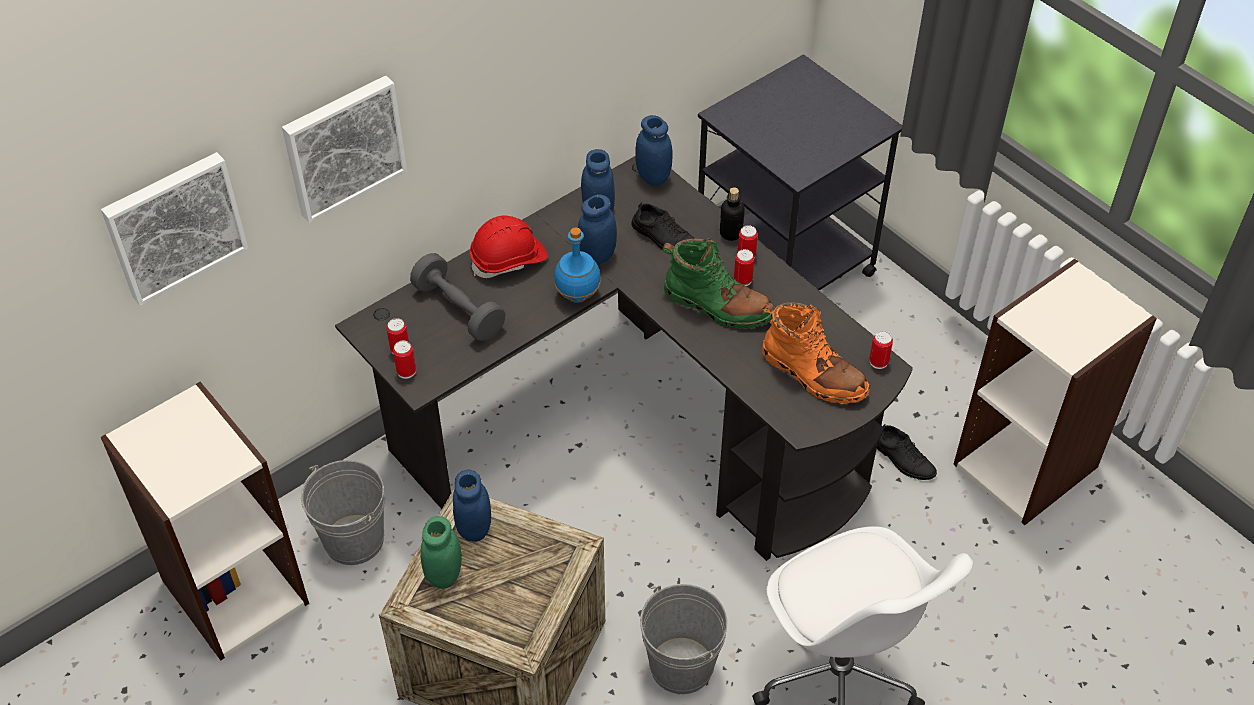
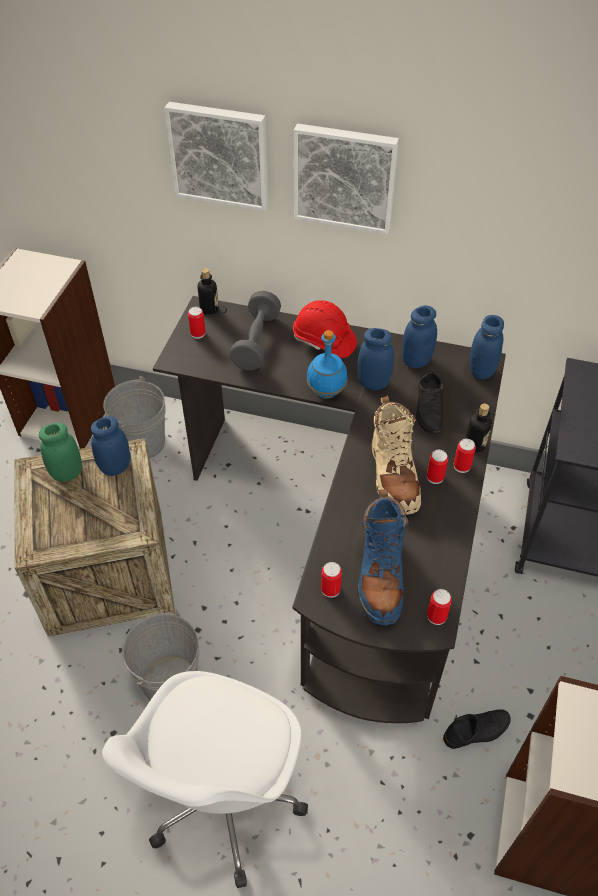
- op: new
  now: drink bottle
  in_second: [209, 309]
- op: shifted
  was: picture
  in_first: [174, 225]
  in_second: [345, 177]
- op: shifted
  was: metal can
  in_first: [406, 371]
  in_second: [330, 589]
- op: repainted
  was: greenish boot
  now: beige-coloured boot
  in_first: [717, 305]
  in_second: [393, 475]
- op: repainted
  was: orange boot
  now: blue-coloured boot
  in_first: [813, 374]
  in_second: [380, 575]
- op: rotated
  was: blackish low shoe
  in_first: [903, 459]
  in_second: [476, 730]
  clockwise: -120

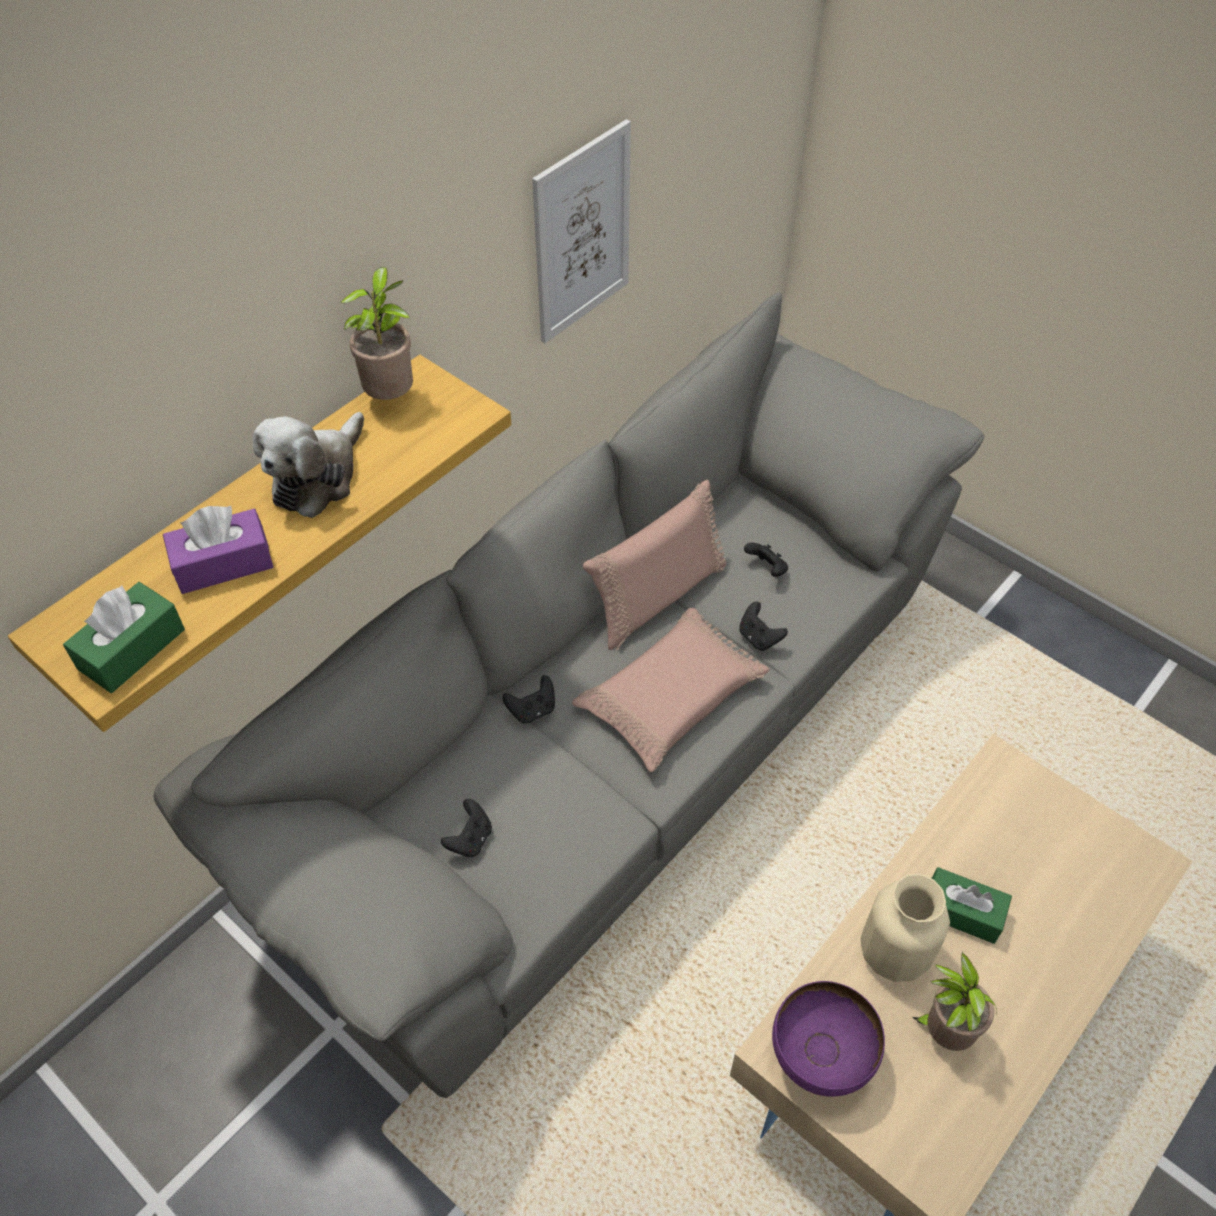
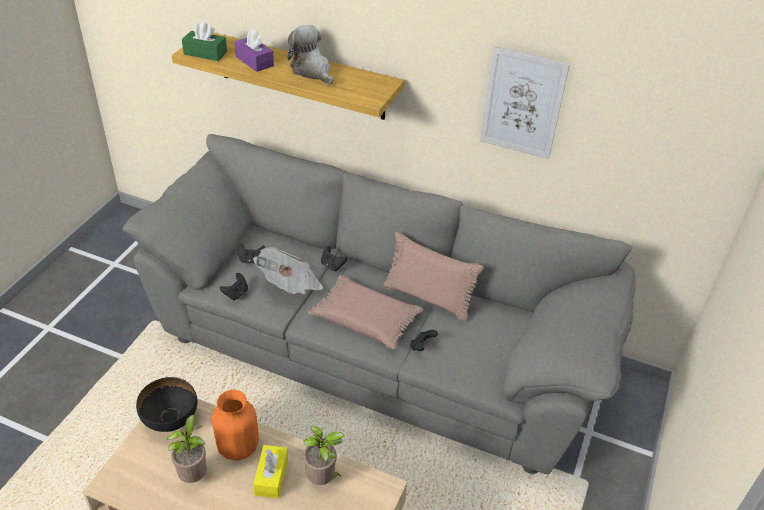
- op: new
  now: printed paper
  in_second: [290, 284]
- op: shifted
  was: plant in a pot
  in_first: [392, 397]
  in_second: [322, 479]
- op: shifted
  was: blackish joypad
  in_first: [767, 569]
  in_second: [236, 294]
- op: repainted
  was: purplish serving bowl
  now: blackish serving bowl
  in_first: [820, 1057]
  in_second: [170, 421]
- op: repainted
  was: beige-coloured vase
  now: orange vase
  in_first: [894, 952]
  in_second: [238, 446]
- op: repainted
  was: greenish tissue box
  now: yellowish tissue box
  in_first: [962, 912]
  in_second: [271, 476]
- op: rotated
  was: plush toy
  in_first: [318, 477]
  in_second: [312, 71]
  clockwise: 45

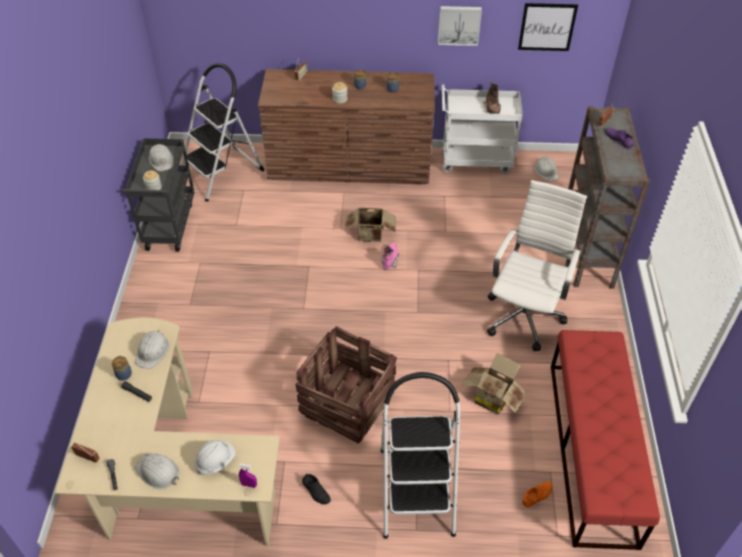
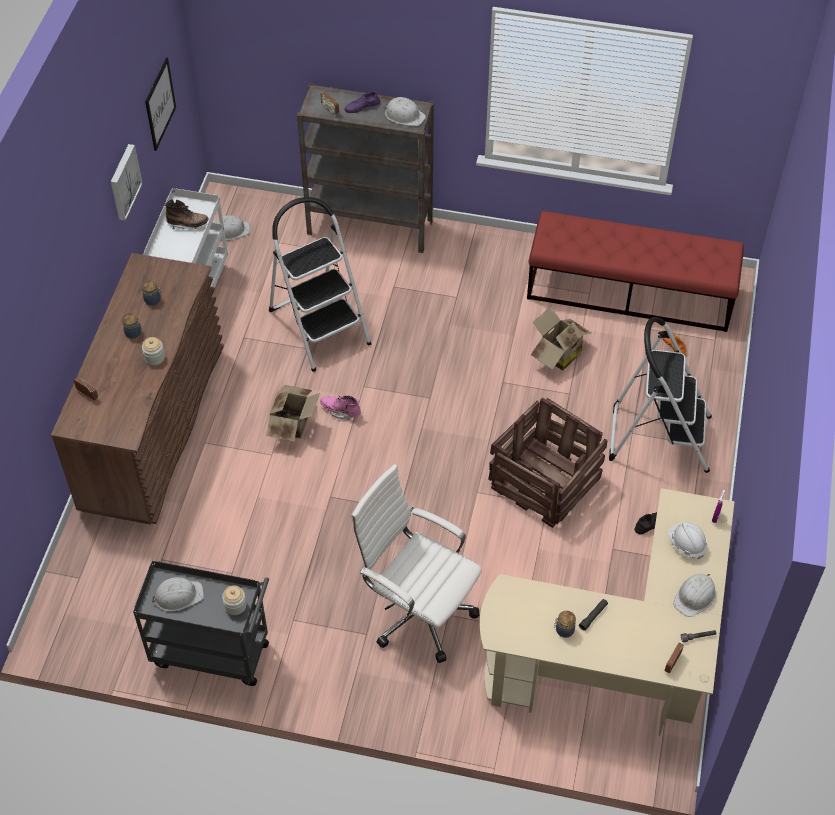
- op: shifted
  was: white hard hat
  in_first: [152, 351]
  in_second: [404, 115]
- op: shifted
  was: stepladder
  in_first: [224, 173]
  in_second: [318, 325]
- op: shifted
  was: white office chair
  in_first: [524, 315]
  in_second: [417, 612]

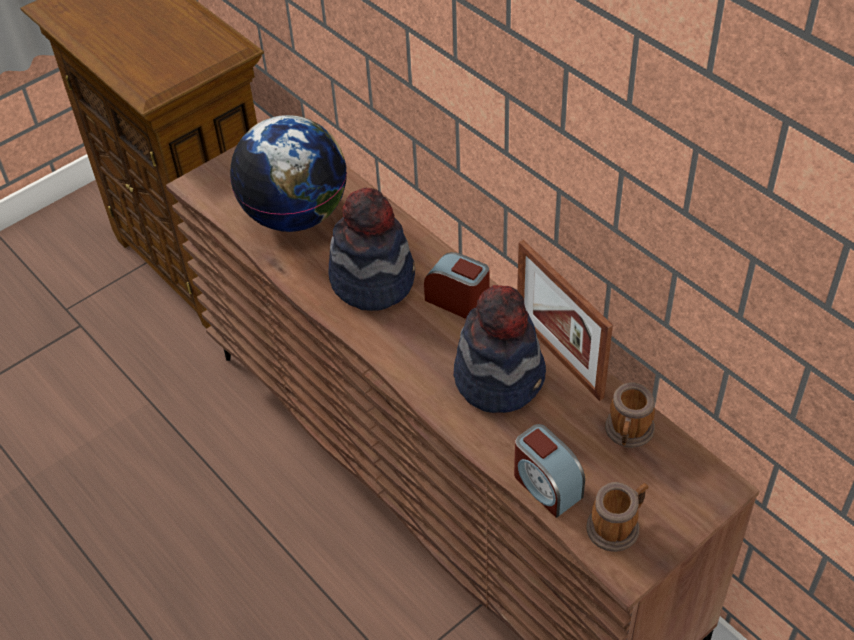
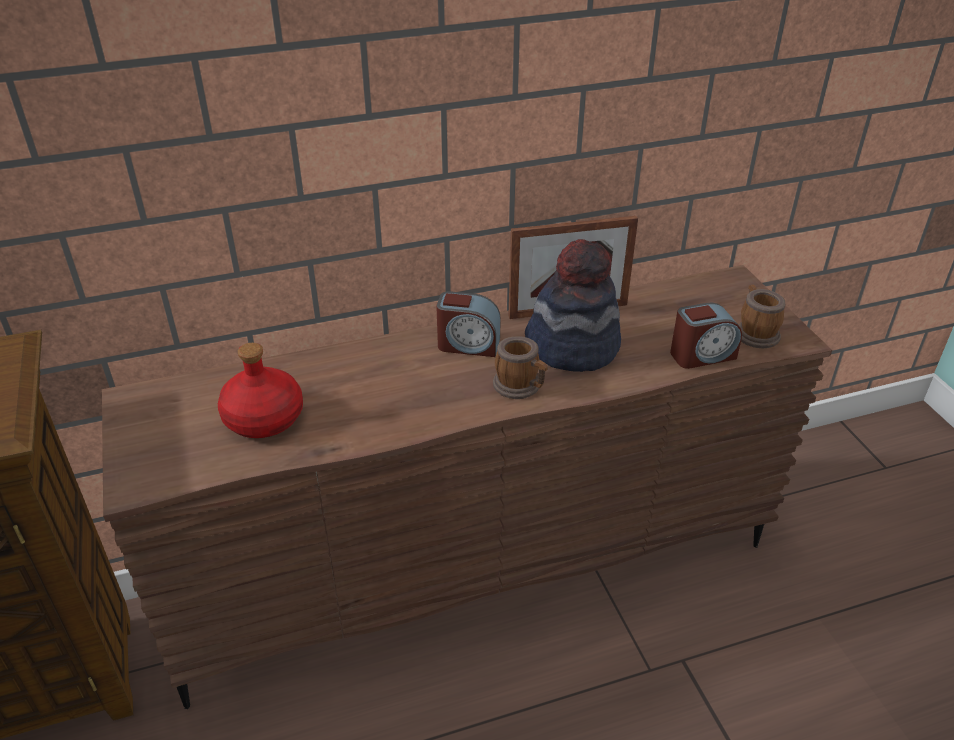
- op: gone
  was: hat
  in_first: [373, 279]
- op: shifted
  was: coffee mug
  in_first: [628, 433]
  in_second: [521, 387]
- op: swapped
  was: world globe
  now: red drink bottle
  in_first: [296, 215]
  in_second: [263, 417]
- op: rotated
  was: table clock
  in_first: [458, 301]
  in_second: [468, 344]
  clockwise: -135

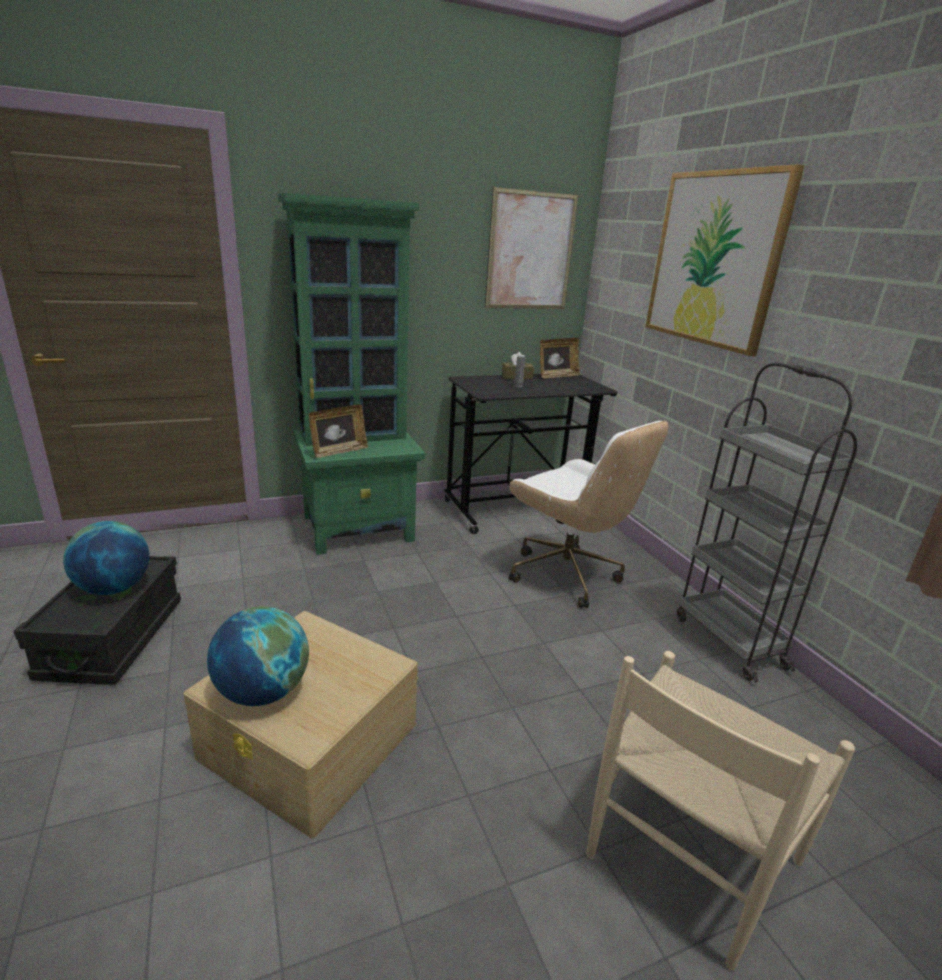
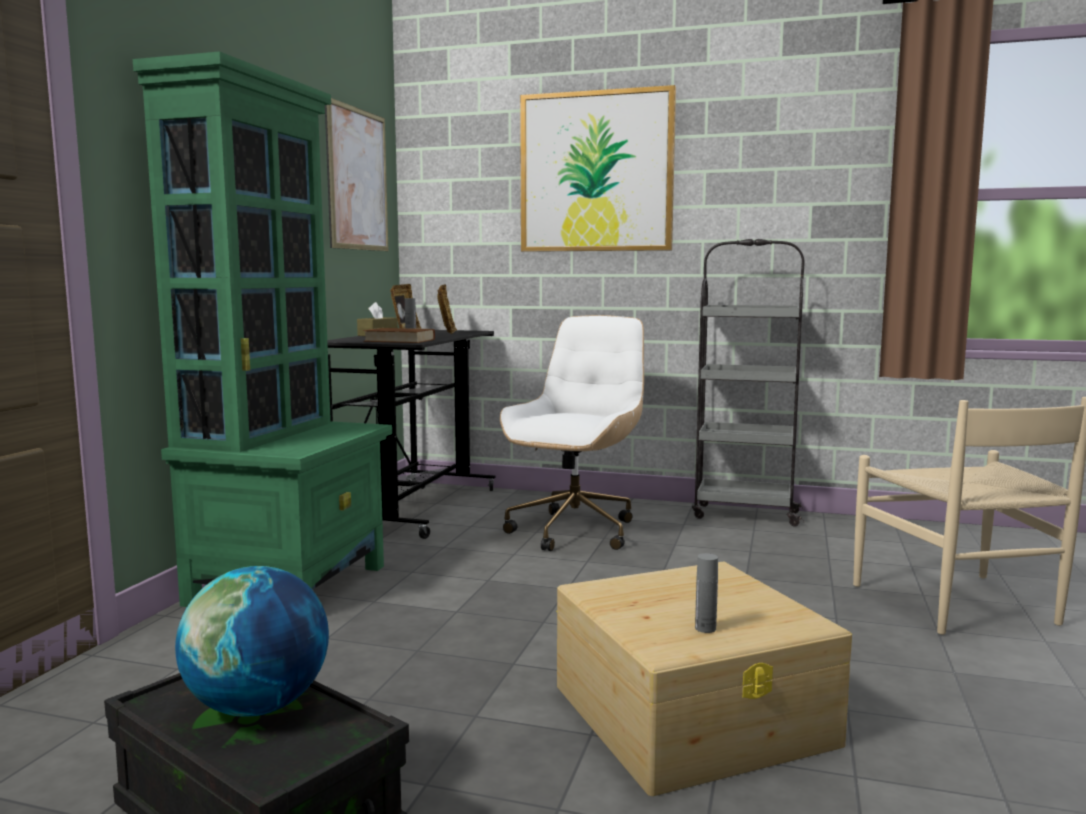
- op: new
  now: brownish bound book
  in_second: [399, 340]
- op: shifted
  was: picture frame
  in_first: [338, 451]
  in_second: [447, 333]
- op: swapped
  was: world globe
  now: greyish drink bottle
  in_first: [263, 692]
  in_second: [705, 628]
- op: rotated
  was: white office chair
  in_first: [567, 578]
  in_second: [576, 530]
  clockwise: -60

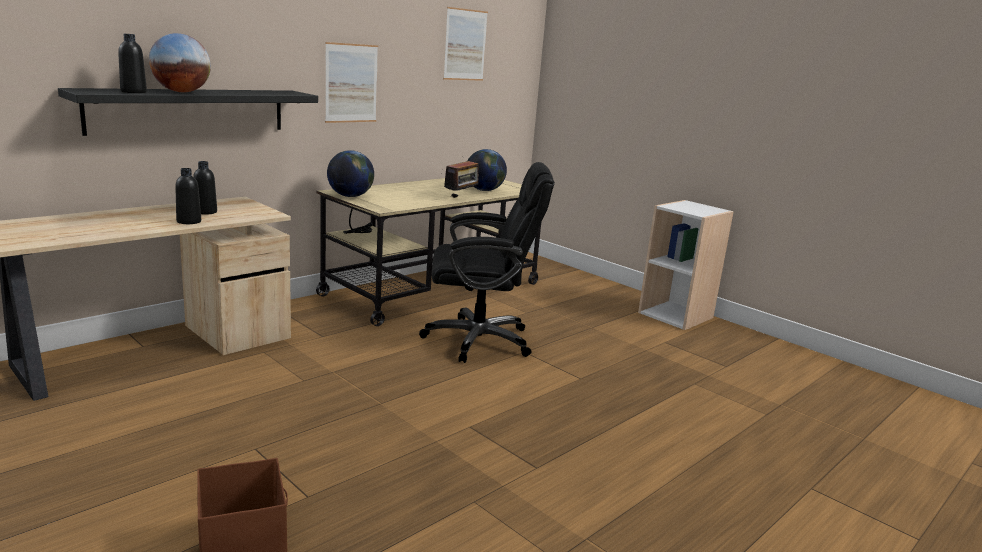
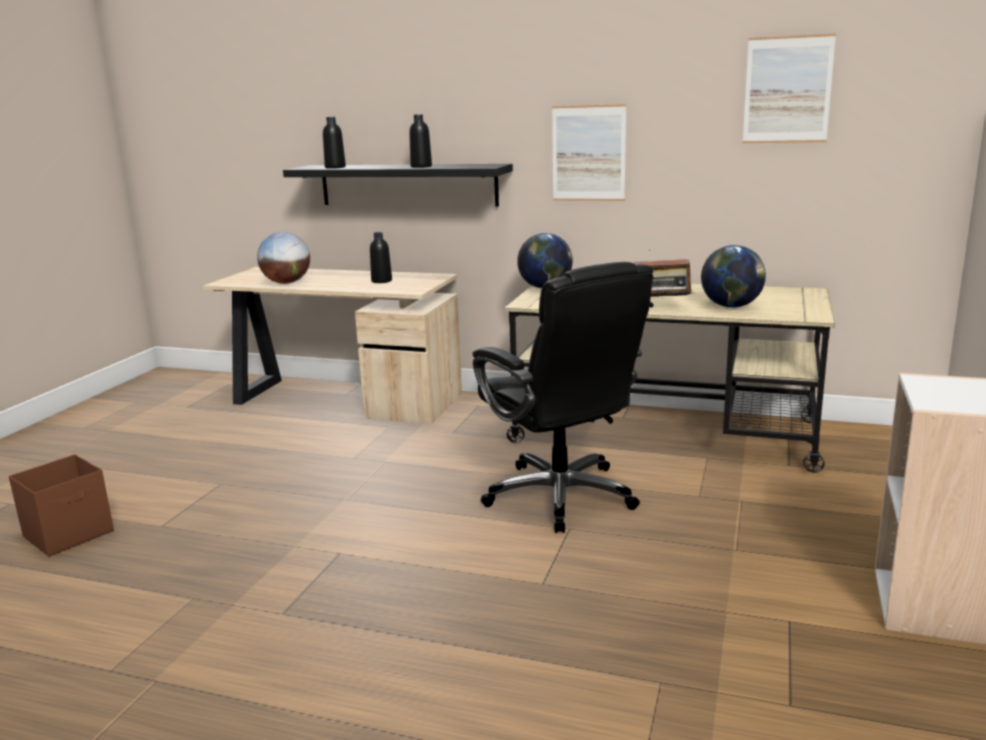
- op: shifted
  was: world globe
  in_first: [181, 92]
  in_second: [286, 283]
- op: shifted
  was: blackish drink bottle
  in_first: [189, 221]
  in_second: [421, 166]

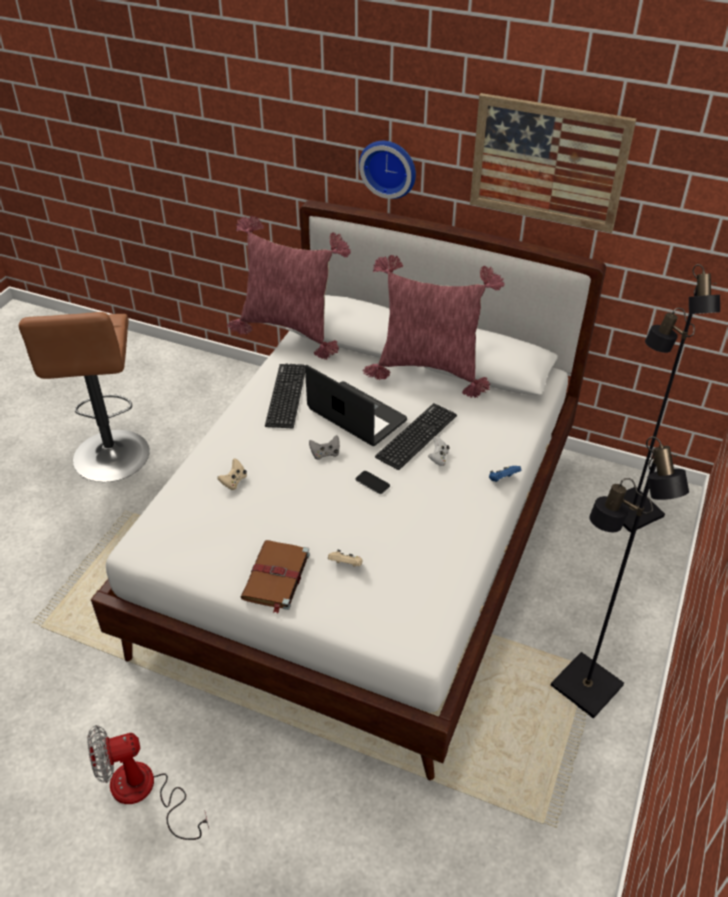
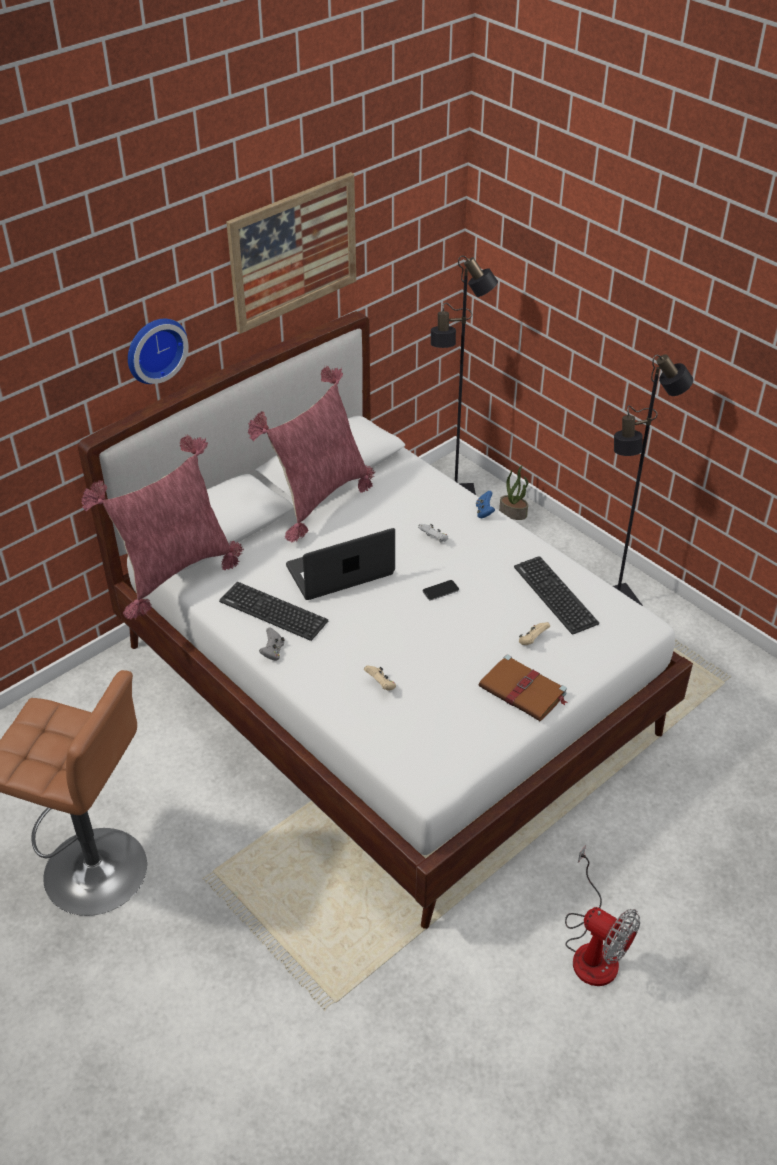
- op: new
  now: plant in a pot
  in_second: [513, 513]
- op: shifted
  was: greyish joypad
  in_first: [325, 454]
  in_second: [273, 652]
- op: shifted
  was: keyboard
  in_first: [416, 436]
  in_second: [555, 595]
- op: rotated
  was: cooling fan
  in_first: [144, 792]
  in_second: [593, 948]
  clockwise: -60

